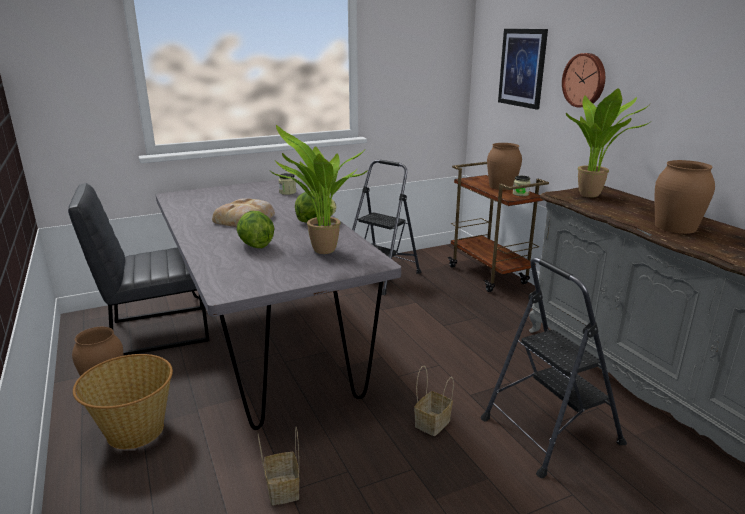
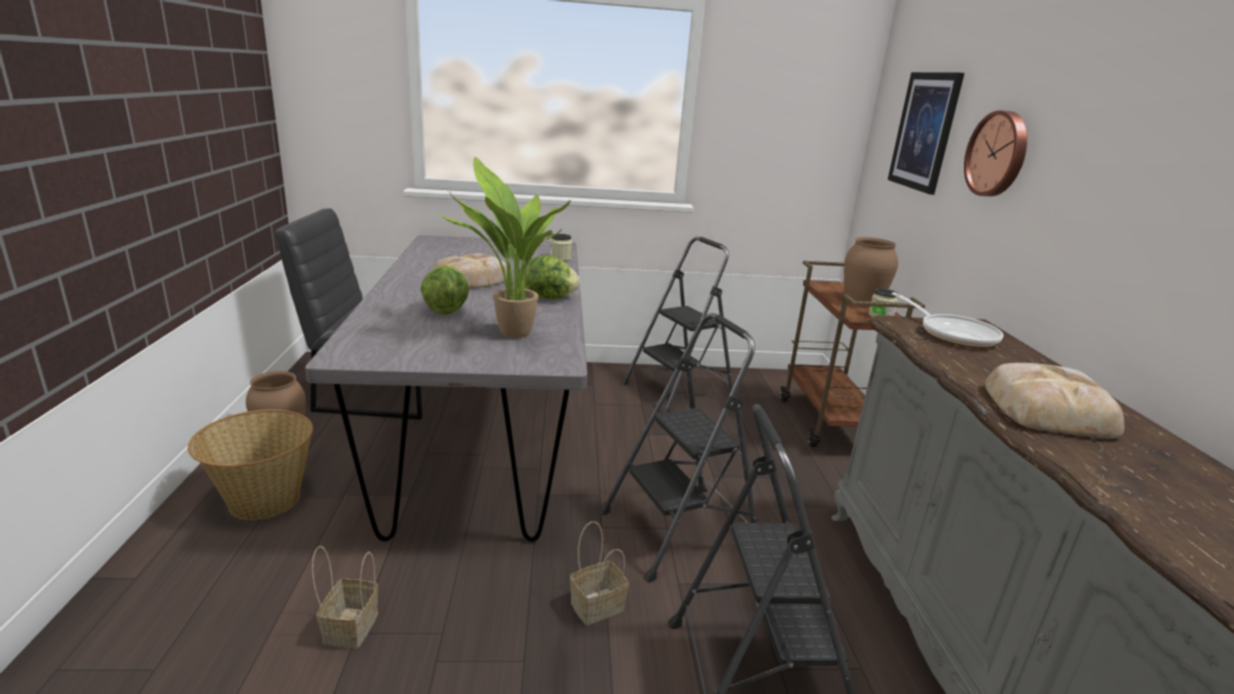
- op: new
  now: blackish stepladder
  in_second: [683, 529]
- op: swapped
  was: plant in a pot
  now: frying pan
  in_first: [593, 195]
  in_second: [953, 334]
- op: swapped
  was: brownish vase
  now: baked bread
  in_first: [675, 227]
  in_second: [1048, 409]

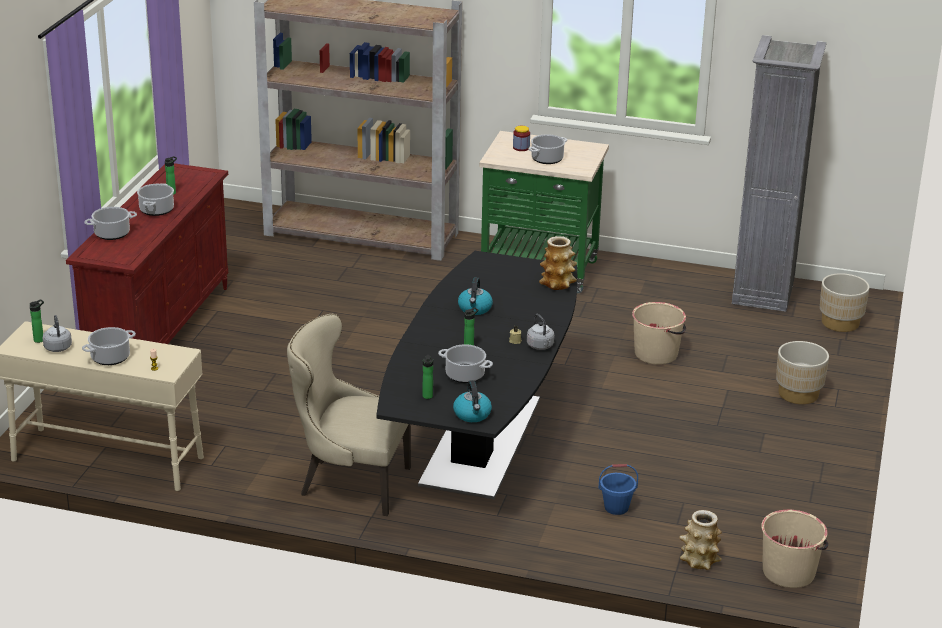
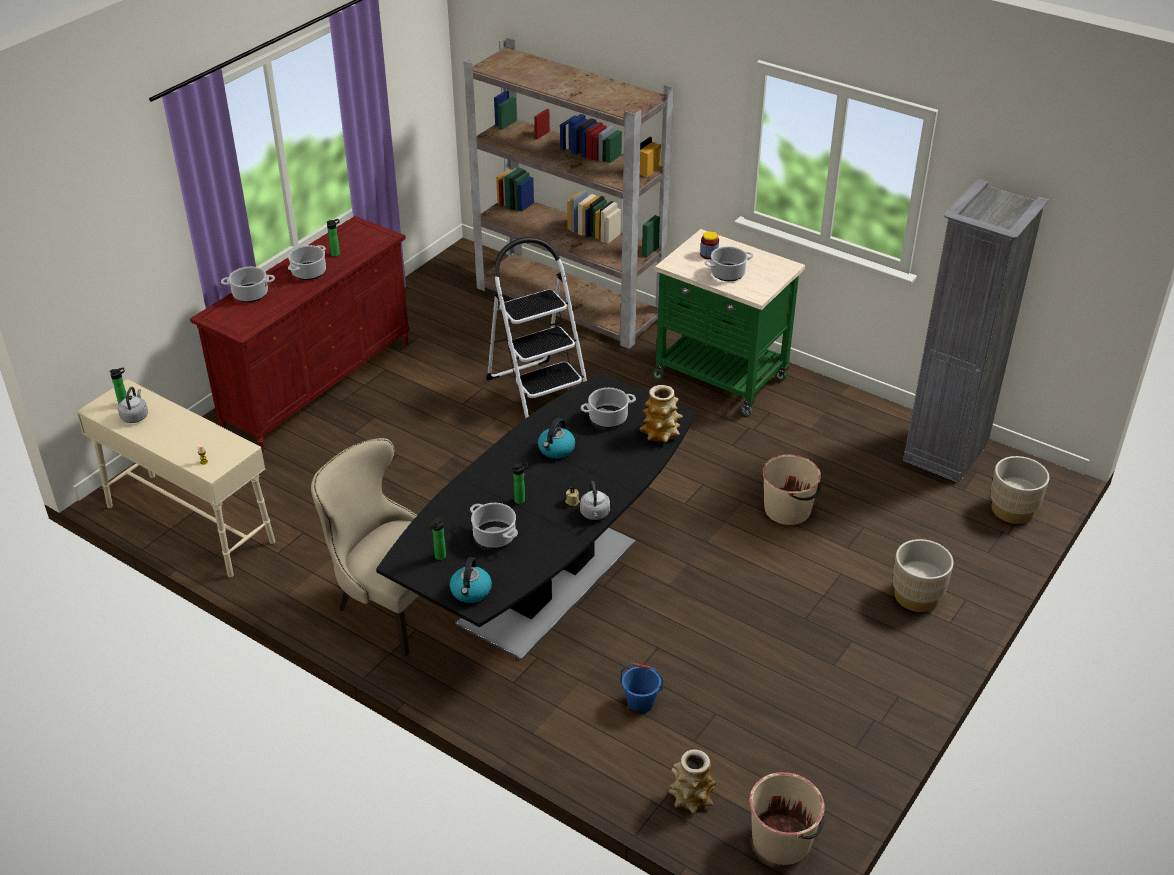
- op: new
  now: stepladder
  in_second: [538, 393]
- op: shifted
  was: stockpot
  in_first: [110, 358]
  in_second: [607, 418]

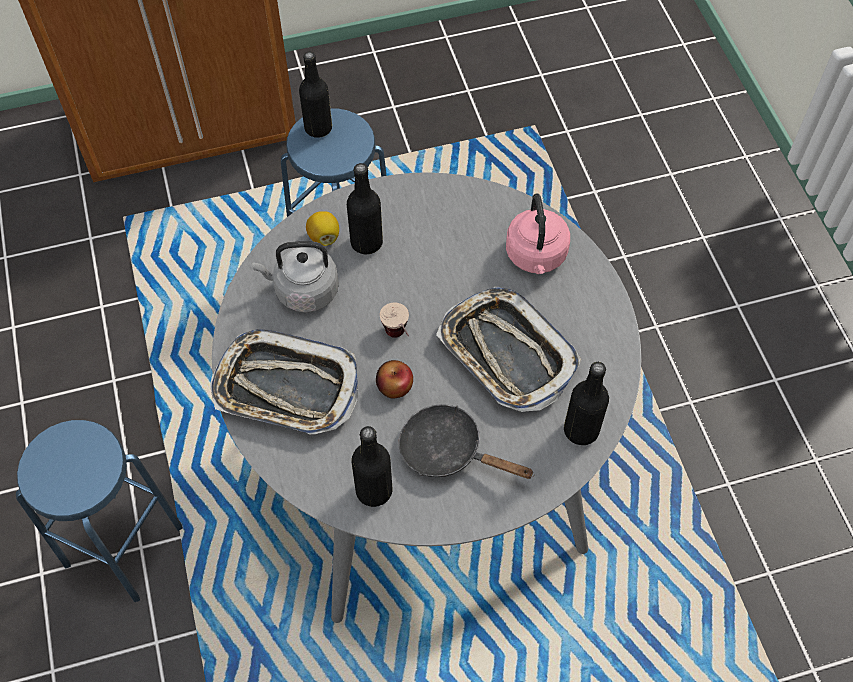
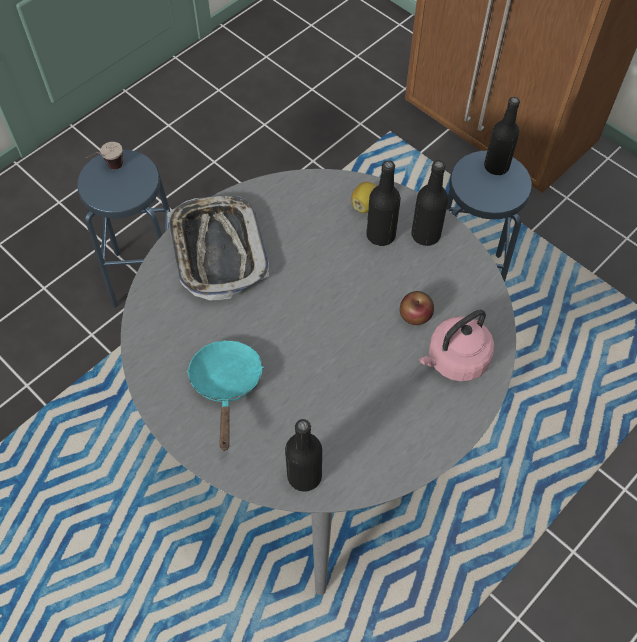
- op: gone
  was: greyish kettle
  in_first: [303, 291]
- op: gone
  was: carrying tray
  in_first: [506, 354]
- op: shifted
  was: blackish drink bottle
  in_first: [374, 490]
  in_second: [425, 235]
- op: shifted
  was: whole apple
  in_first: [394, 386]
  in_second: [415, 315]
- op: shifted
  was: drinking cup
  in_first: [399, 339]
  in_second: [109, 169]
- op: repainted
  was: blackish frying pan
  now: turquoise-coloured frying pan
  in_first: [448, 451]
  in_second: [227, 385]

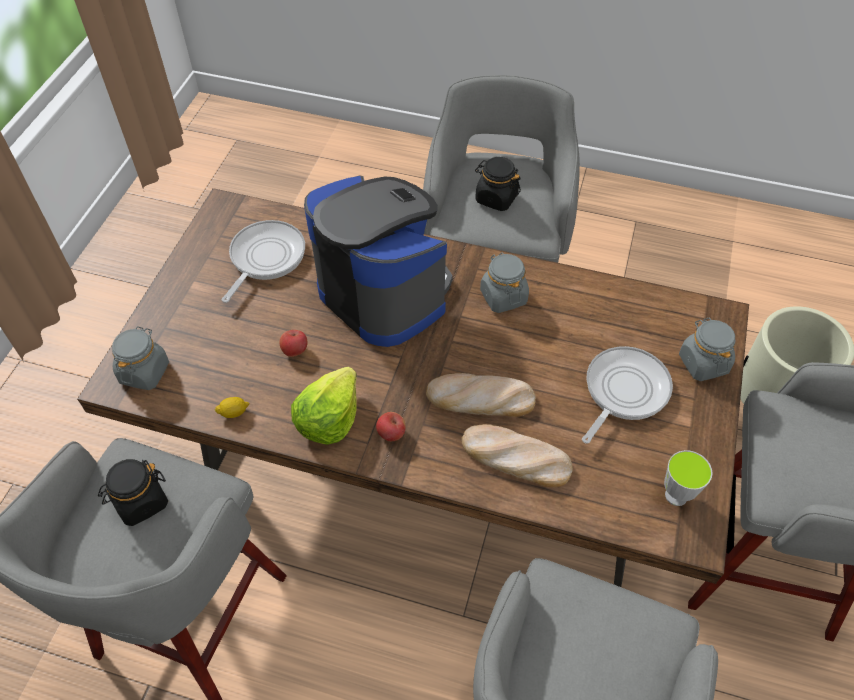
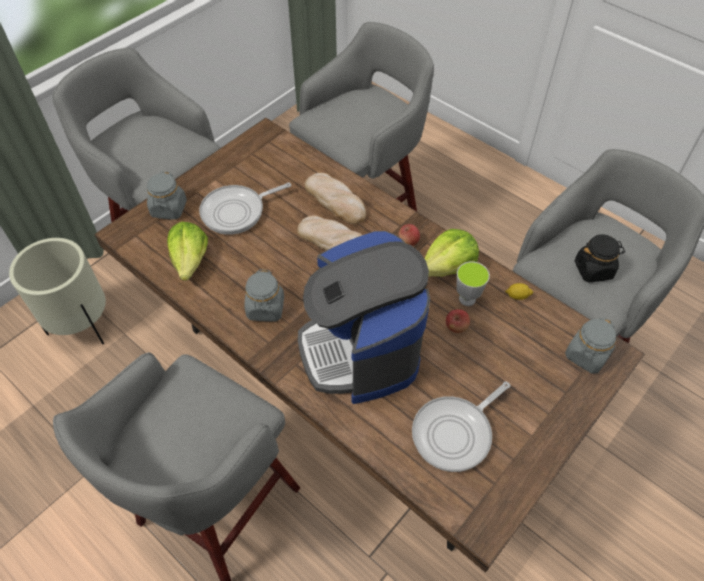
- op: gone
  was: blackish jar
  in_first: [496, 198]
- op: new
  now: head of lettuce
  in_second: [190, 260]
- op: shifted
  was: drinking cup
  in_first: [676, 495]
  in_second: [467, 299]

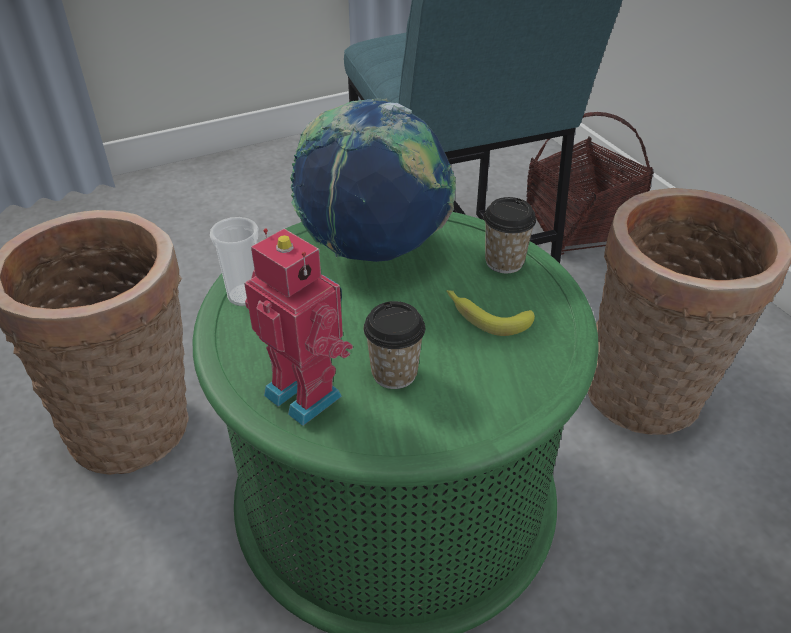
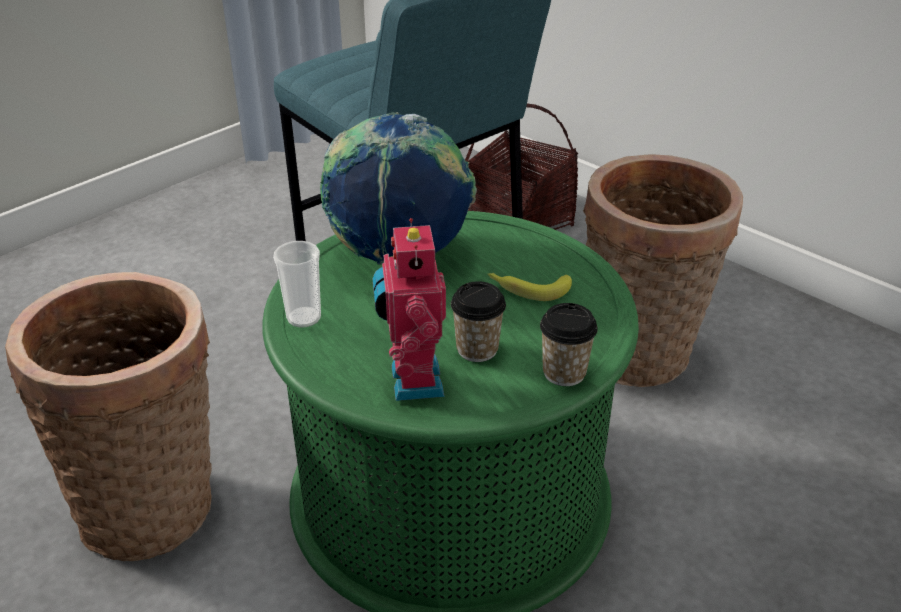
- op: shifted
  was: drinking cup
  in_first: [504, 262]
  in_second: [564, 372]
- op: rotated
  was: robot figure
  in_first: [307, 393]
  in_second: [412, 381]
  clockwise: -120

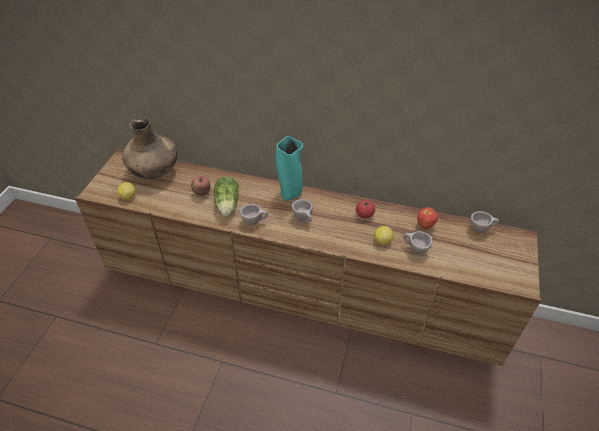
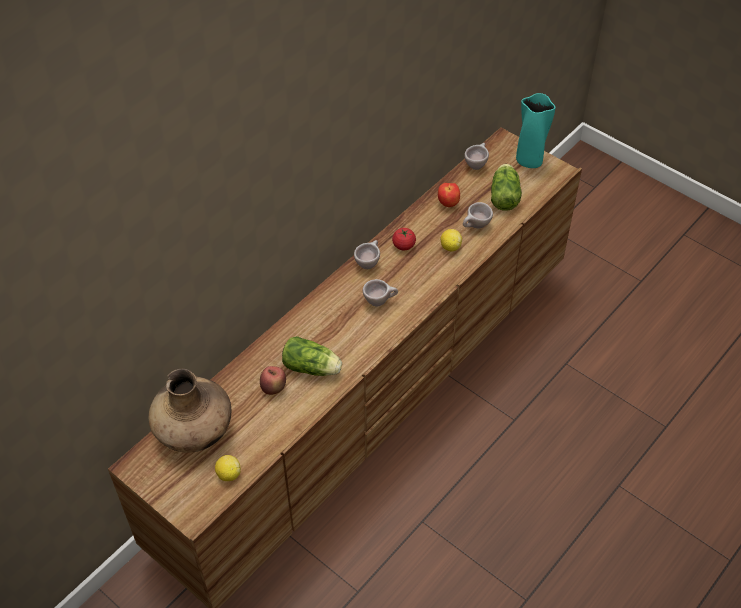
- op: new
  now: head of lettuce
  in_second: [504, 195]
- op: shifted
  was: beige-coloured drinking cup
  in_first: [254, 221]
  in_second: [368, 262]
- op: shifted
  was: turquoise-coloured vase
  in_first: [290, 194]
  in_second: [529, 161]

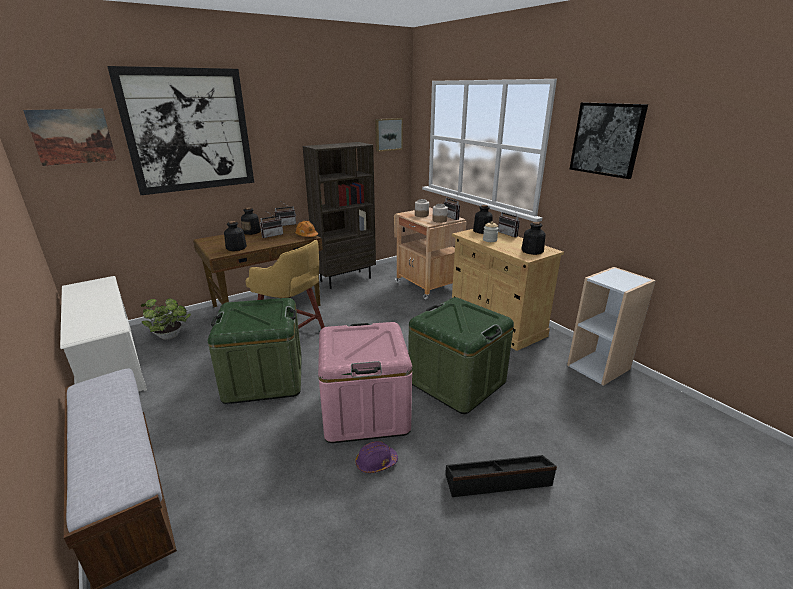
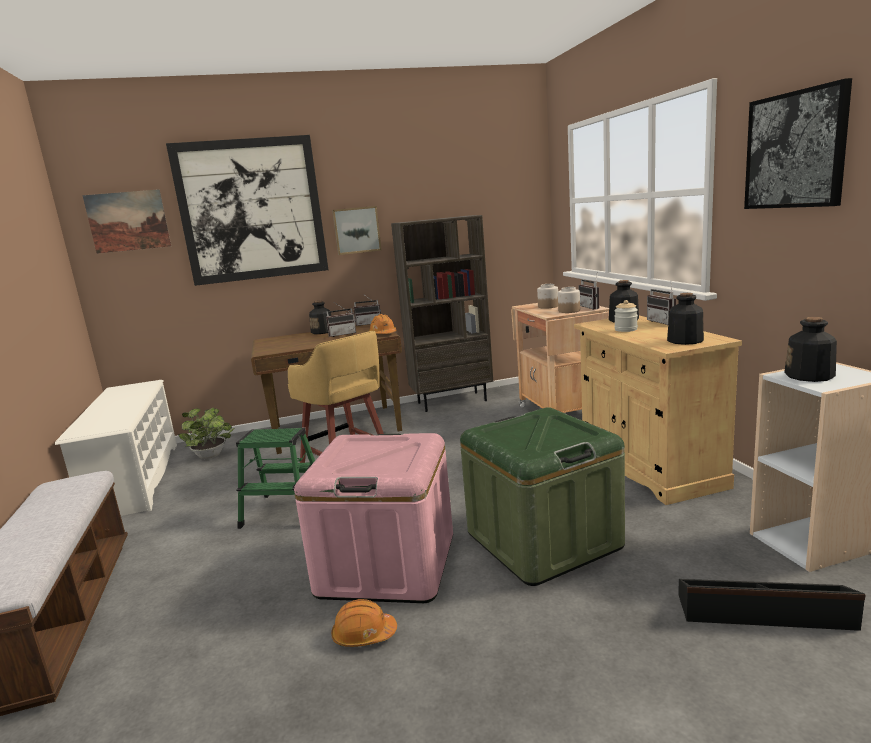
- op: shifted
  was: drink bottle
  in_first: [236, 248]
  in_second: [809, 376]
- op: shifted
  was: picture
  in_first: [388, 134]
  in_second: [356, 230]
- op: shifted
  was: blackish storage container
  in_first: [498, 481]
  in_second: [764, 613]
- op: swapped
  was: greenish storage container
  now: greenish stepladder
  in_first: [264, 378]
  in_second: [284, 510]
- op: repainted
  was: purplish hard hat
  now: orange hard hat
  in_first: [376, 463]
  in_second: [364, 635]

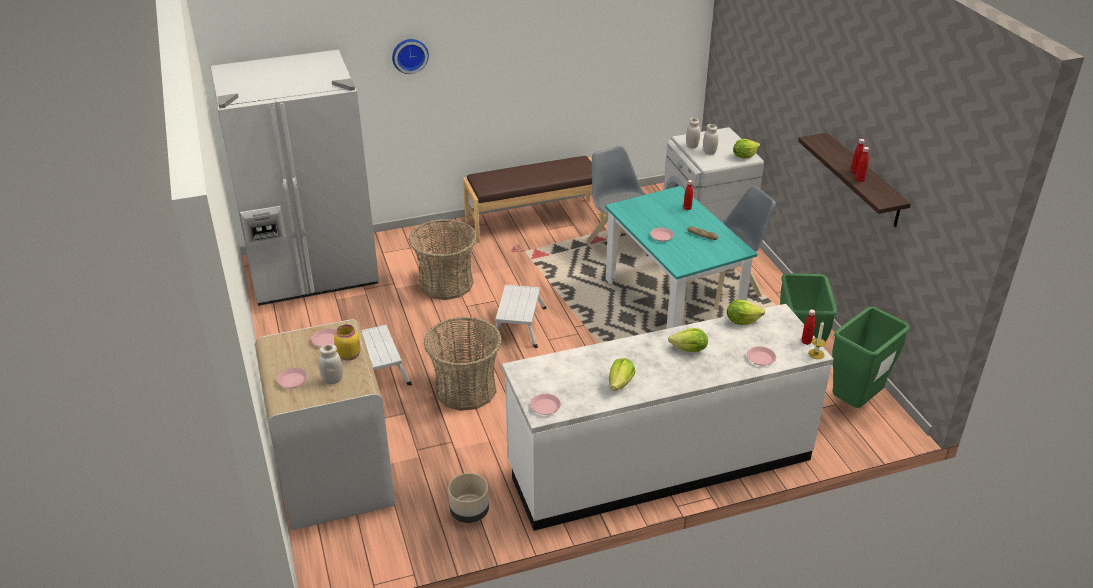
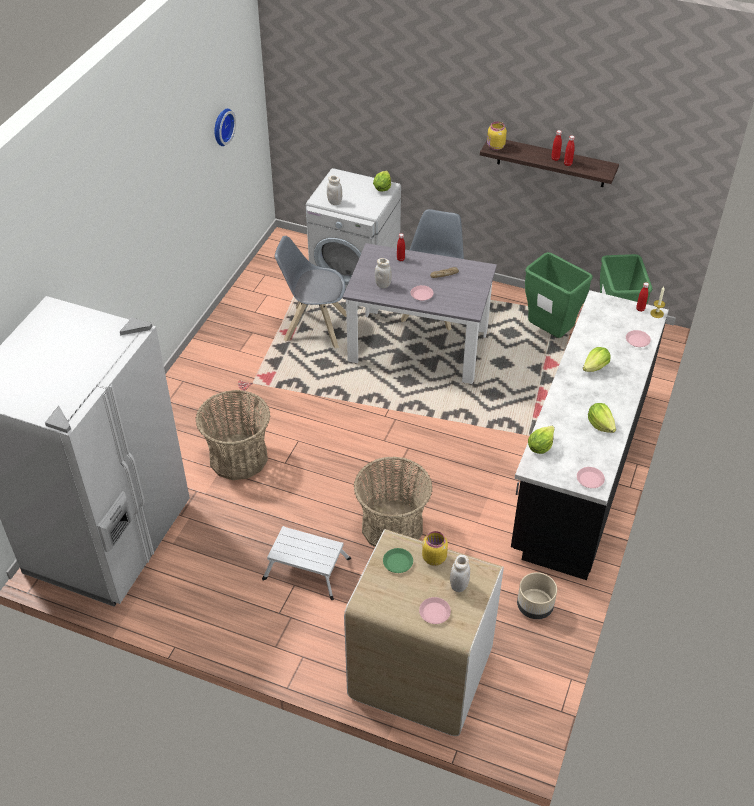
- op: gone
  was: brownish bench
  in_first: [534, 219]
- op: gone
  was: white stepladder
  in_first: [518, 325]
- op: new
  now: yellowish jar
  in_second: [495, 147]
- op: shifted
  was: hanging clock
  in_first: [409, 55]
  in_second: [221, 126]
- op: shifted
  was: white jar
  in_first: [709, 152]
  in_second: [383, 285]
- op: shifted
  was: head of lettuce
  in_first: [742, 321]
  in_second: [540, 446]
- op: repainted
  was: pinkish plate
  now: greenish plate
  in_first: [326, 340]
  in_second: [397, 562]
- op: repainted
  was: white kitchen base unit
  now: blackish kitchen base unit
  in_first: [659, 463]
  in_second: [580, 468]
- op: repainted
  was: turquoise-coloured dinner table
  now: greyish dinner table
  in_first: [671, 304]
  in_second: [418, 347]

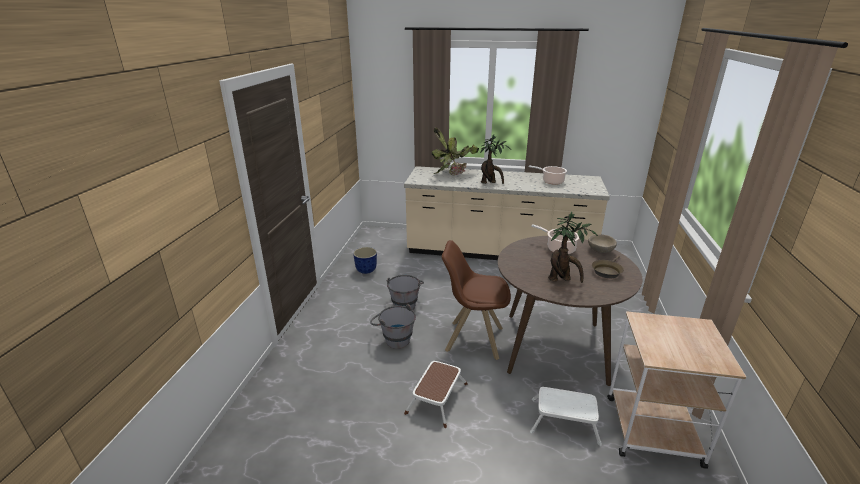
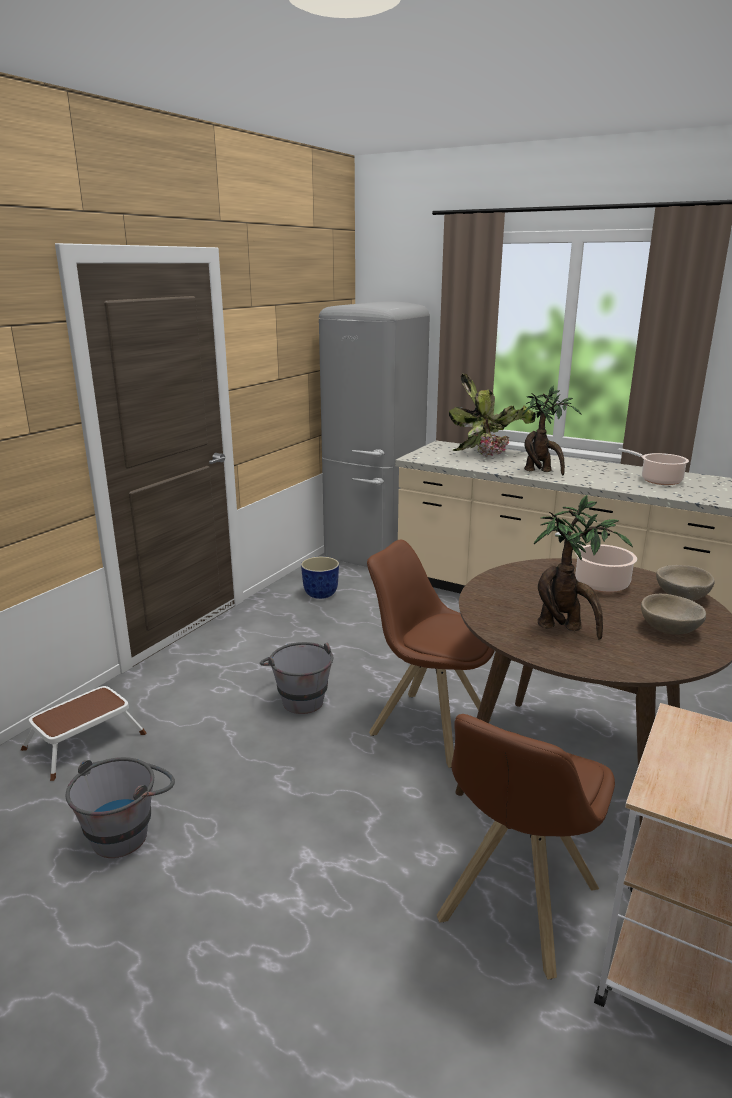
- op: new
  now: greyish refrigerator
  in_second: [372, 553]
- op: shifted
  was: greyish pail
  in_first: [405, 303]
  in_second: [128, 830]
- op: shifted
  was: brownish stepladder
  in_first: [436, 398]
  in_second: [84, 741]
- op: swapped
  was: white stepladder
  now: brownish chair
  in_first: [564, 420]
  in_second: [516, 903]
- op: swapped
  was: brownish frying pan
  now: beige-coloured serving bowl
  in_first: [607, 271]
  in_second: [668, 630]

